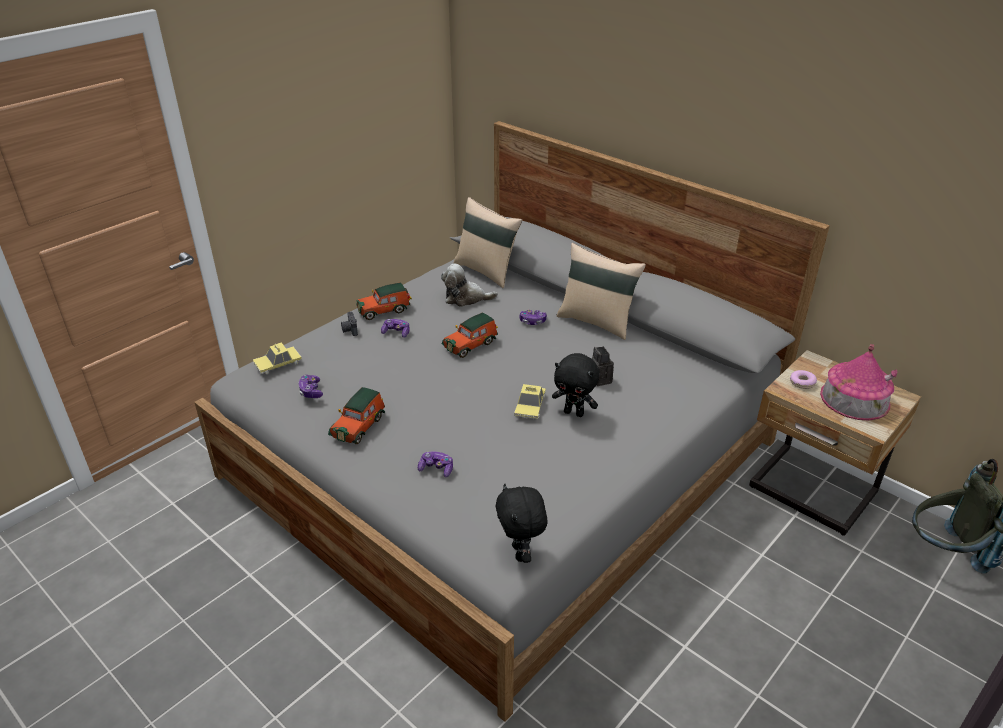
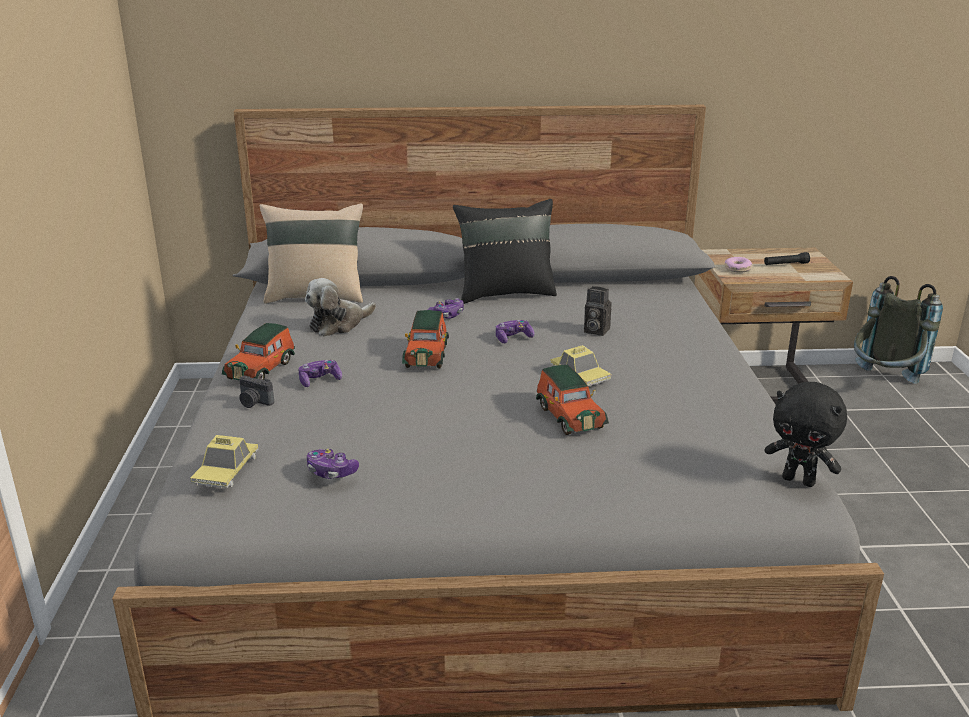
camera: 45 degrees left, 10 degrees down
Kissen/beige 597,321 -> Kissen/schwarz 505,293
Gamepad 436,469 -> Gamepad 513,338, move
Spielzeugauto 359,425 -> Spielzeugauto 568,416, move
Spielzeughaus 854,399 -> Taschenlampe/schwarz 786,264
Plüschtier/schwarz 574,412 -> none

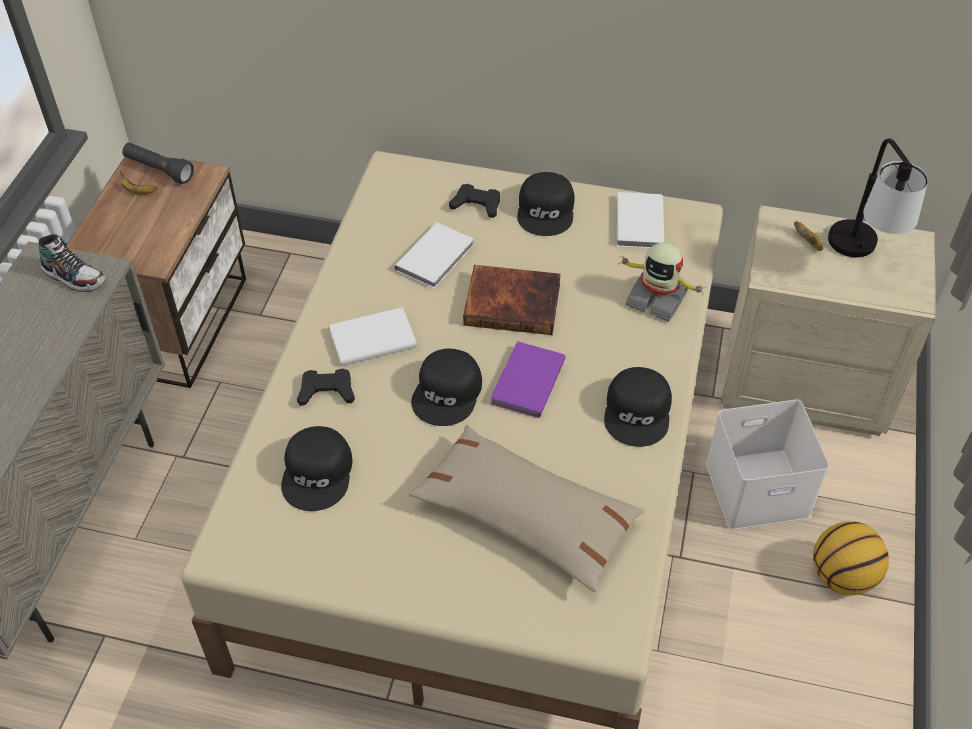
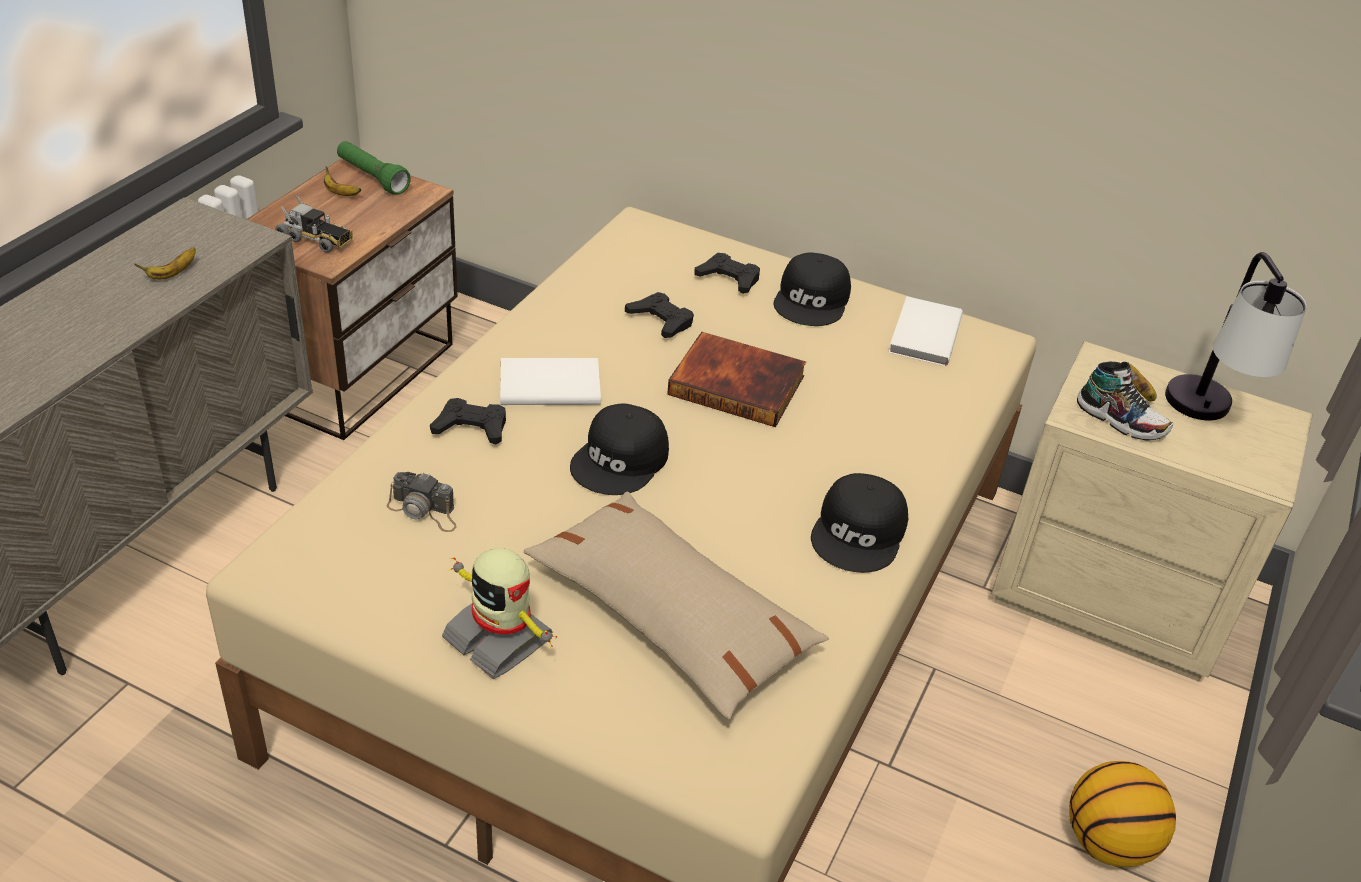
camera: 10 degrees right, 10 degrees down
none -> Banane 172,273
none -> Spielzeuglaster 316,239
Taschenlampe/schwarz 159,170 -> Taschenlampe/grün 372,178
Kappe/schwarz 318,473 -> Kamera 424,511
Spielzeugroboter 657,298 -> Spielzeugroboter 500,637, move
Buch/weiß 437,257 -> Gamepad/schwarz 661,320
Schuh 74,276 -> Schuh 1120,420, move
Buch/lila 525,382 -> none
Aufbewahrungsbox/weiß 758,487 -> none

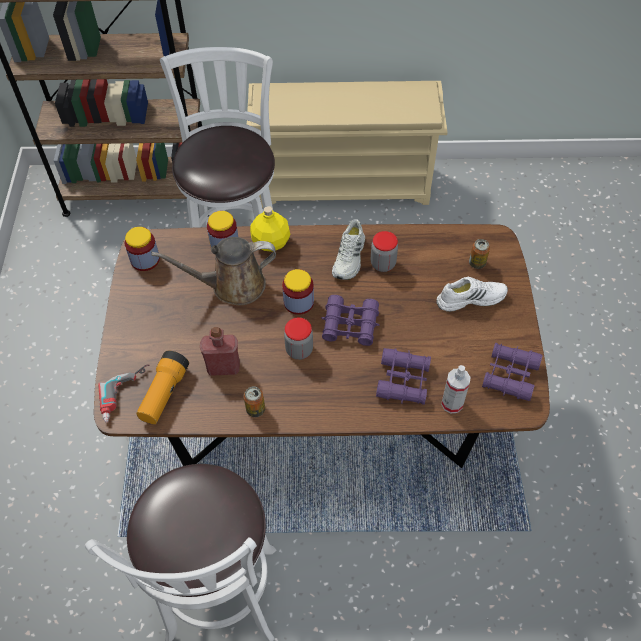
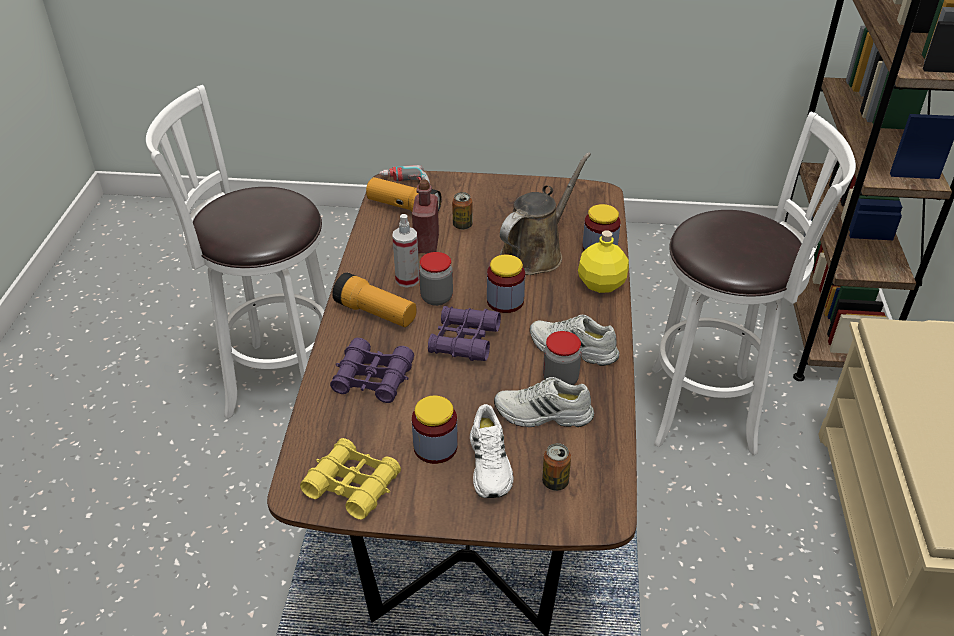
camera: 95 degrees right, 15 degrees down
Fernglas/lila 510,375 -> Fernglas/gelb 352,485
none -> Taschenlampe 376,313
Sprühflasche 452,403 -> Sprühflasche 407,279, move
Vorratsglas 145,260 -> Vorratsglas 435,447, move
Dose 255,409 -> Dose 462,225, move
none -> Schuh/weiß 543,415
Gießkanne/braun 232,286 -> Gießkanne/braun 535,253, 45 degrees clockwise

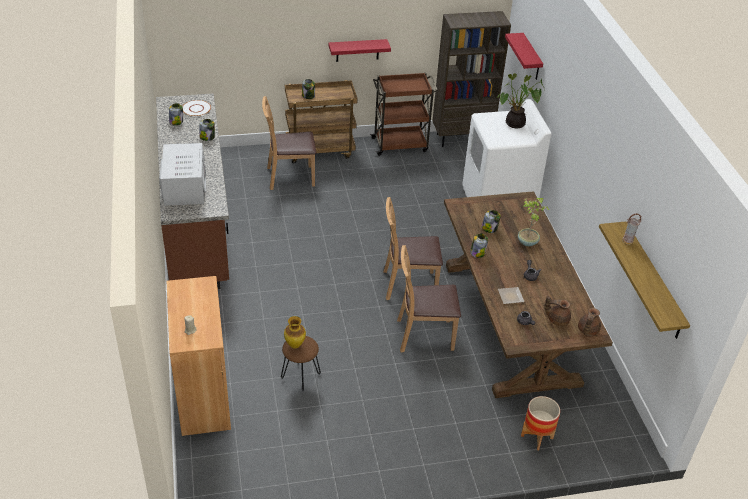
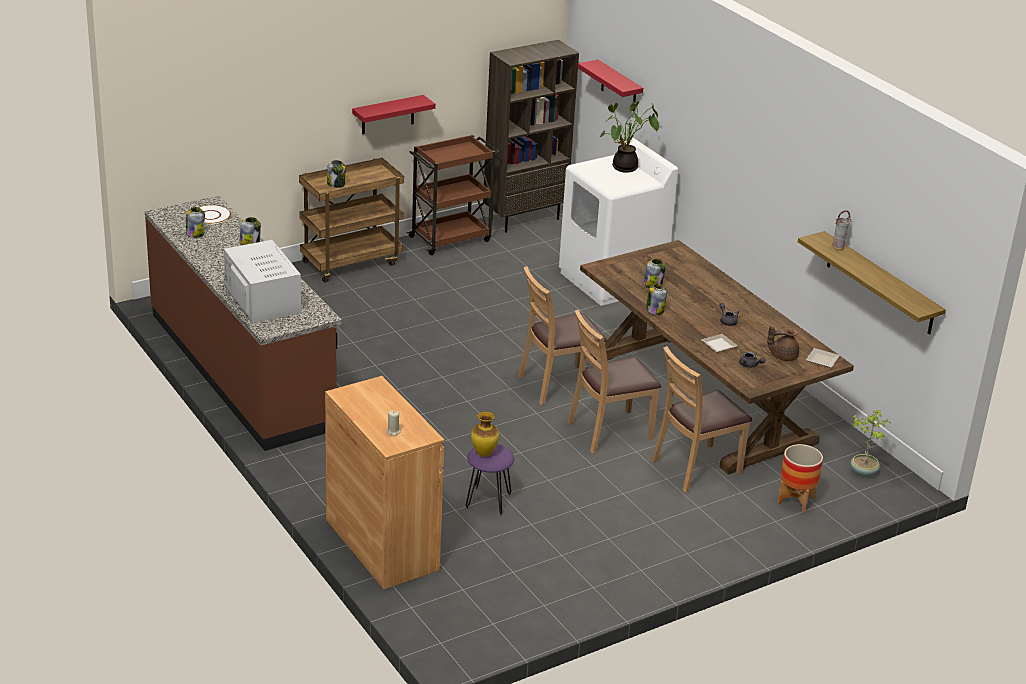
camera: 20 degrees left, 10 degrees down
Hocker/braun 300,376 -> Hocker/lila 488,501
Stuhl/braun 290,177 -> Stuhl/braun 696,468, move
Teekanne/braun 587,330 -> Teller 821,360
Topfpflanze 528,242 -> Topfpflanze 863,472, move

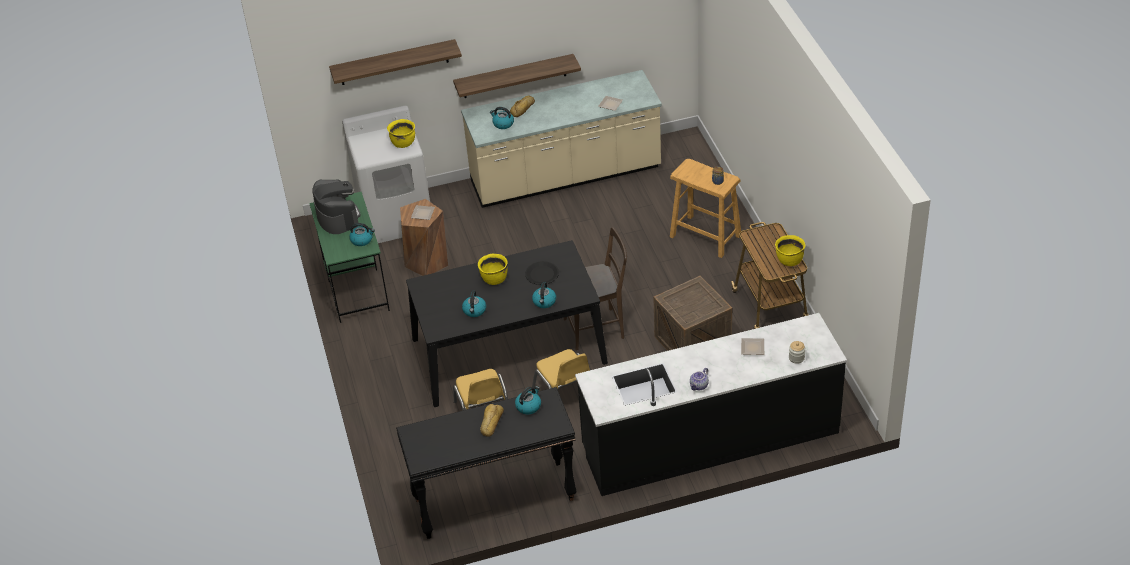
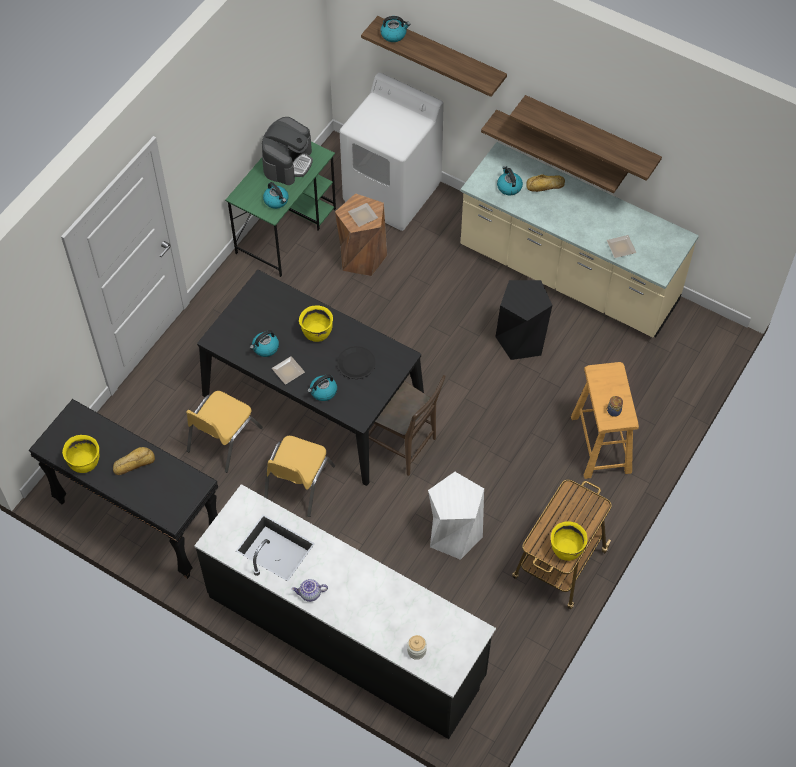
camera: 45 degrees right, 15 degrees up
Kochtopf/gelb 403,143 -> Kochtopf/gelb 85,462, move
Teller 753,348 -> Teller 288,372, move
Wasserkessel 528,406 -> Wasserkessel 394,34, move
Kiste 692,342 -> Hocker/weiß 454,534
none -> Hocker/schwarz 521,340
none -> Wandregal 591,135

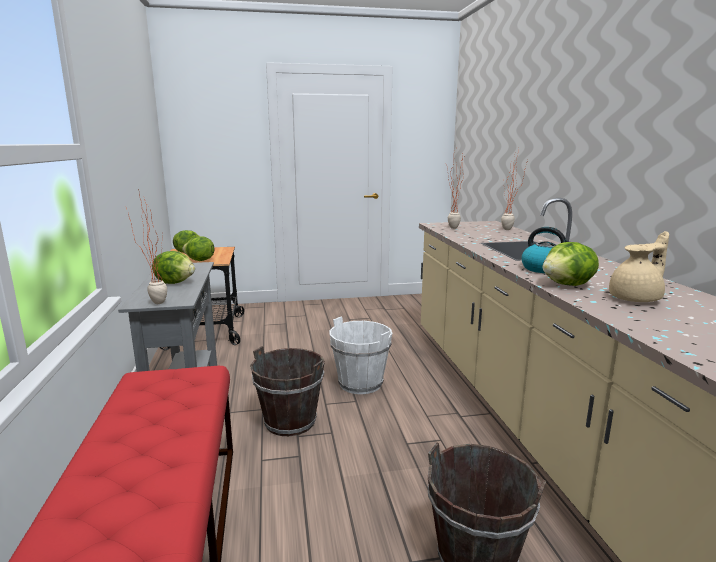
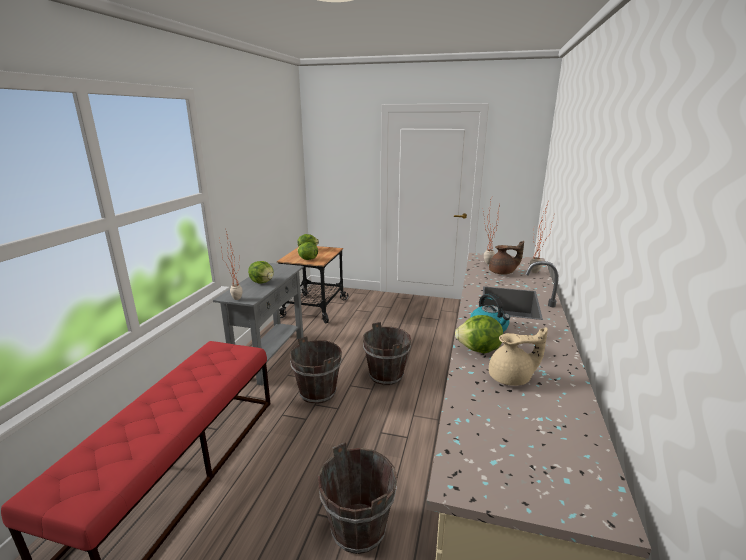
camera: 25 degrees right, 5 degrees up
Eimer/weiß 361,383 -> Eimer/braun 386,375
none -> Teekanne/braun 502,273

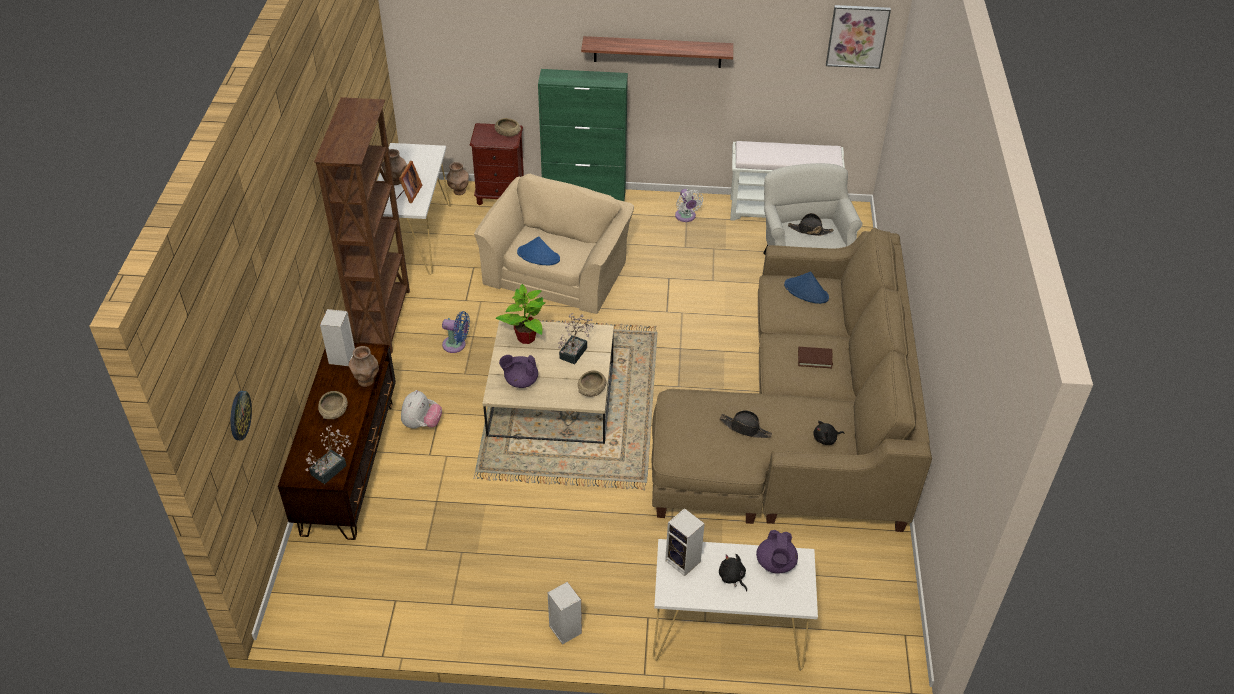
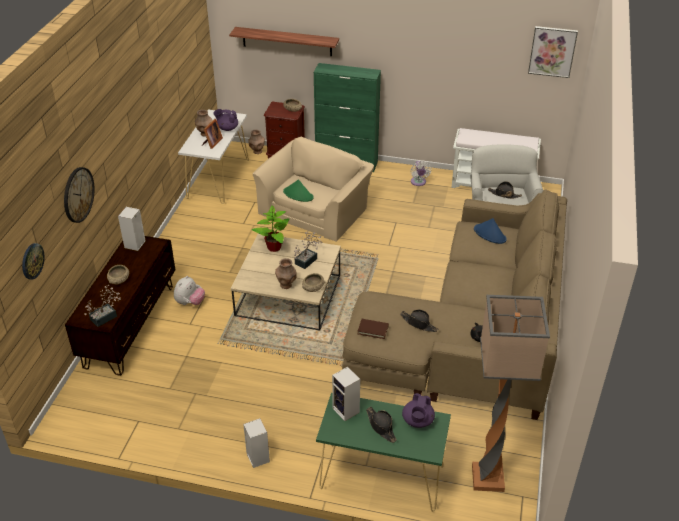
camera: 10 degrees right, 5 degrees down
none -> Wanduhr 78,194
Teekanne/lila 520,381 -> Teekanne/lila 227,128, move
Wandregal 657,52 -> Wandregal 287,41, move
Vase/braun 366,381 -> Vase/braun 286,285, move
Hut/blau 538,256 -> Hut/grün 298,195
Konsolentisch/weiß 727,634 -> Konsolentisch/grün 381,477
Buch/braun 814,359 -> Buch/braun 373,330, move
Plüschtier/schwarz 732,577 -> Hut/schwarz 381,427
none -> Stehlampe 488,477
Bücherregal/braun 383,320 -> none
Ventilator/blau 456,345 -> none

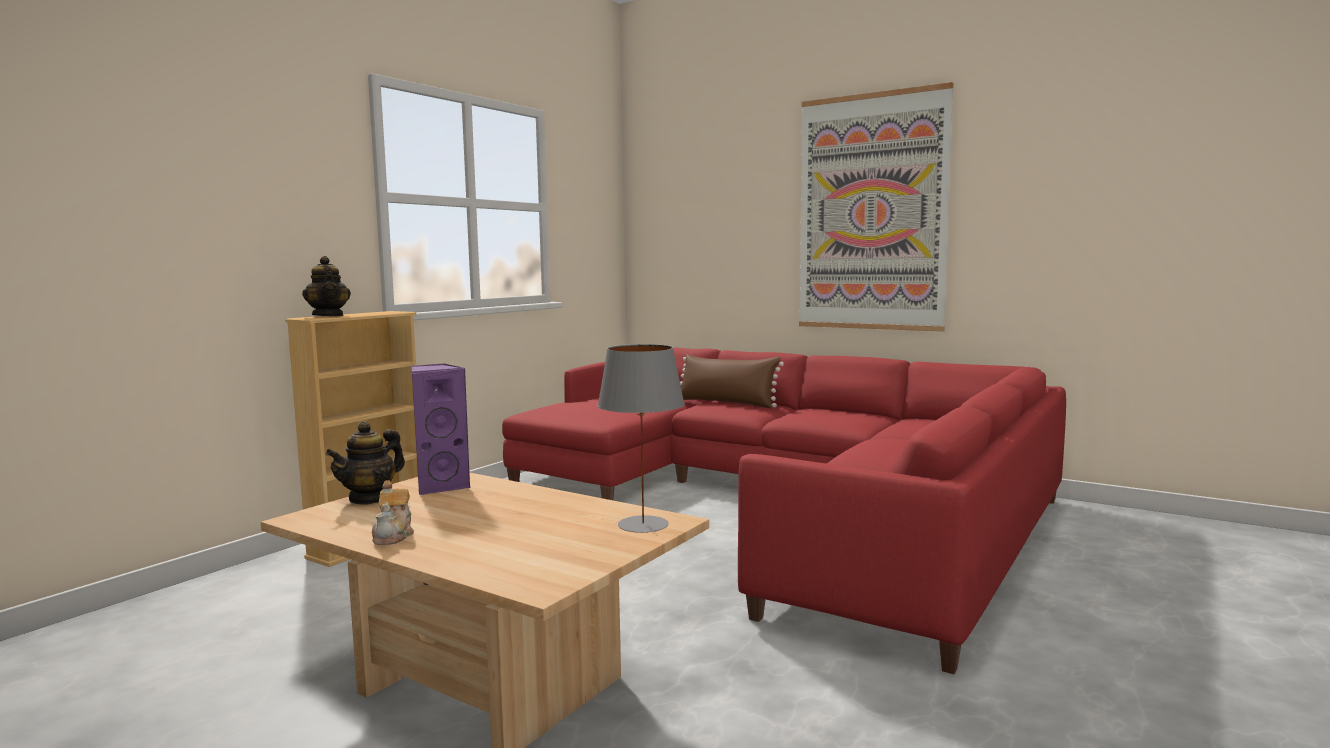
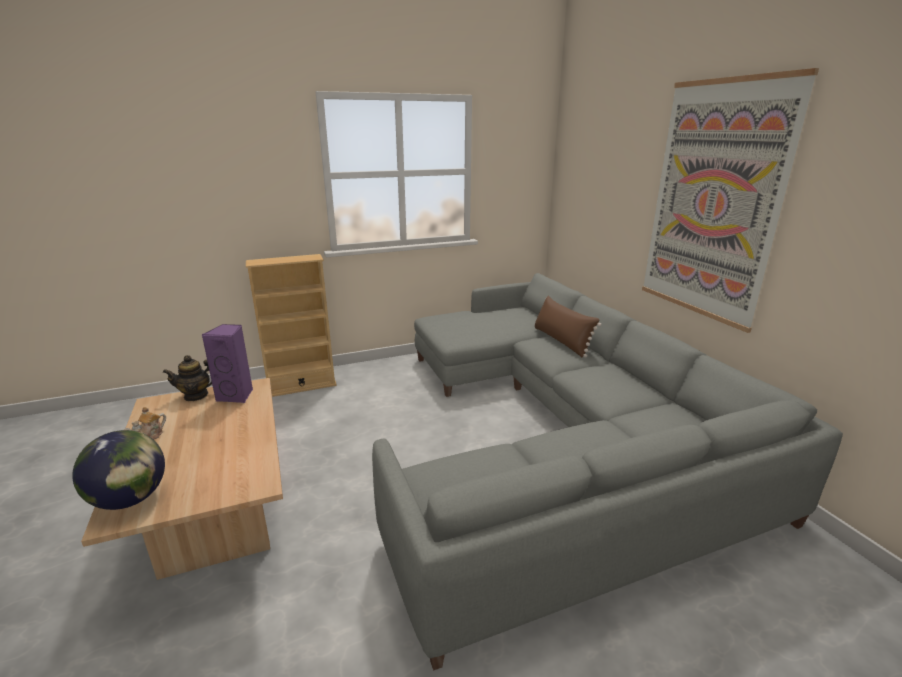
camera: 35 degrees right, 15 degrees up
none -> Globus 130,499
Sofa/rot 788,503 -> Sofa/grau 558,437
Teekanne 328,316 -> none
Tischlampe/grau 642,524 -> none

